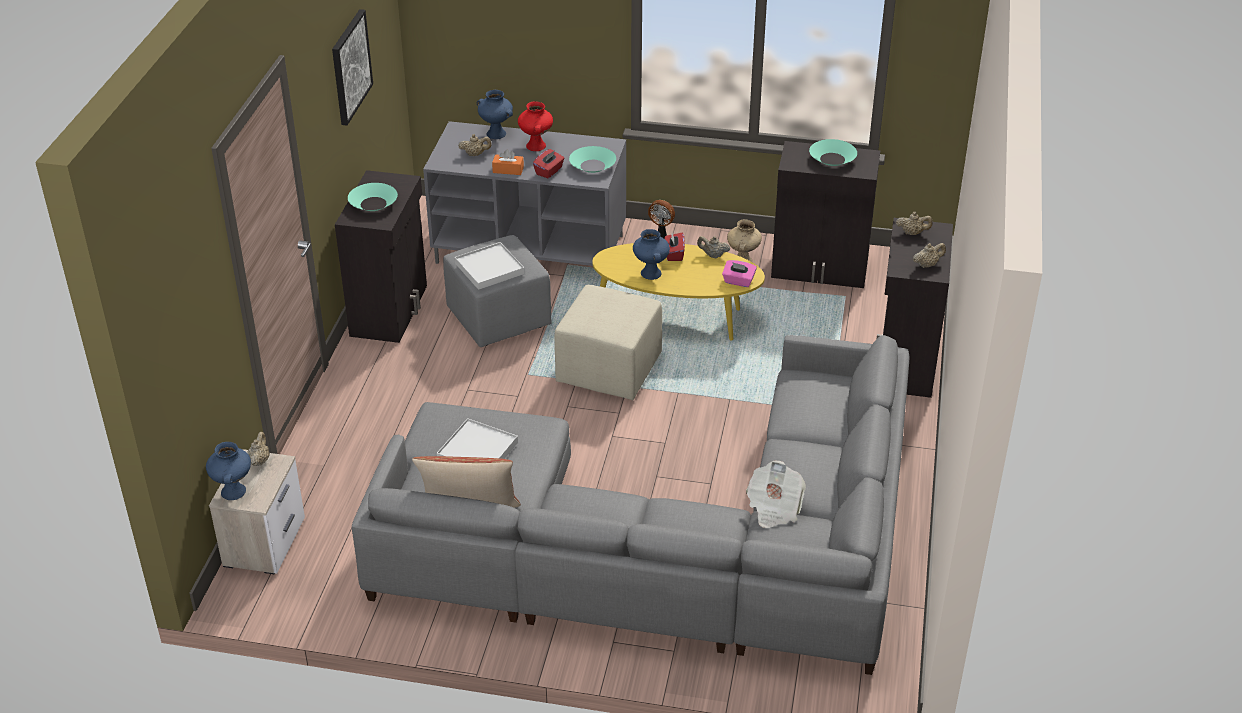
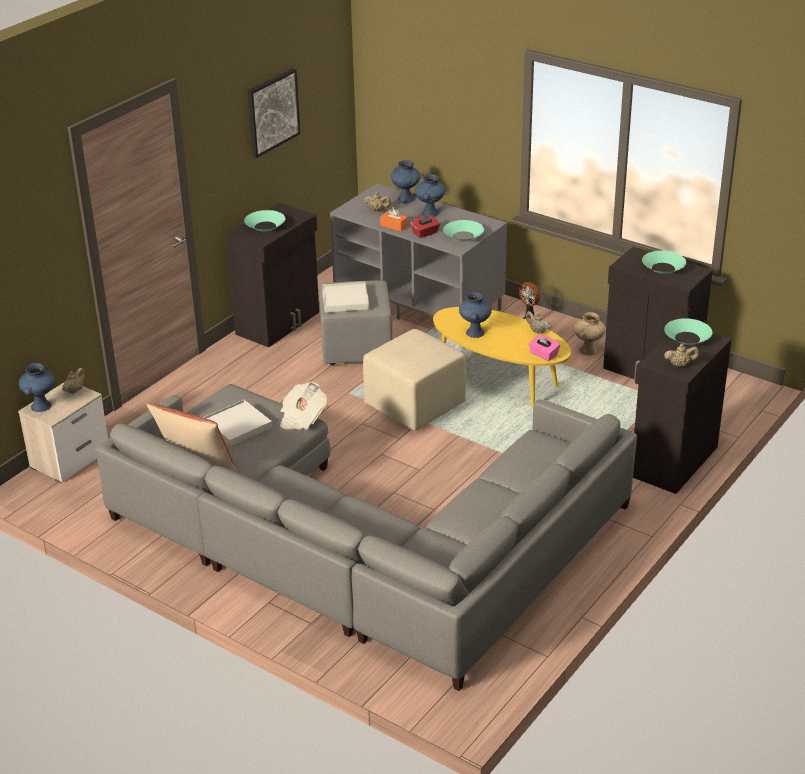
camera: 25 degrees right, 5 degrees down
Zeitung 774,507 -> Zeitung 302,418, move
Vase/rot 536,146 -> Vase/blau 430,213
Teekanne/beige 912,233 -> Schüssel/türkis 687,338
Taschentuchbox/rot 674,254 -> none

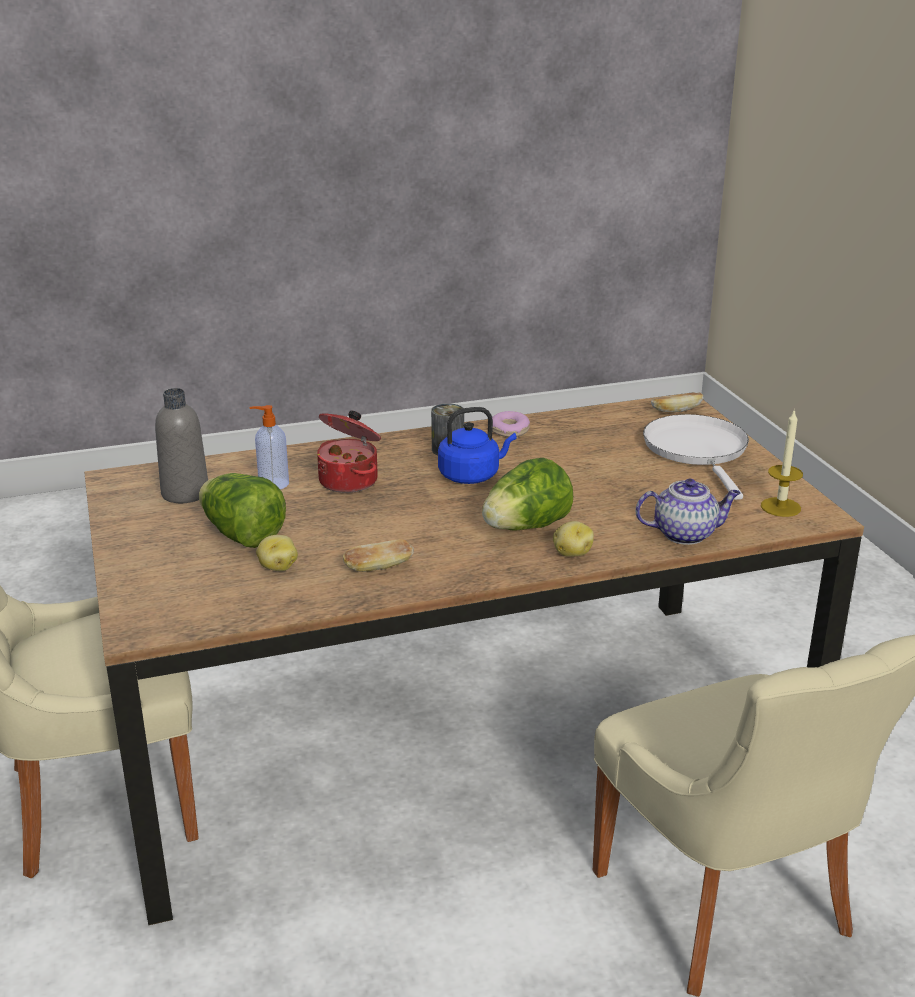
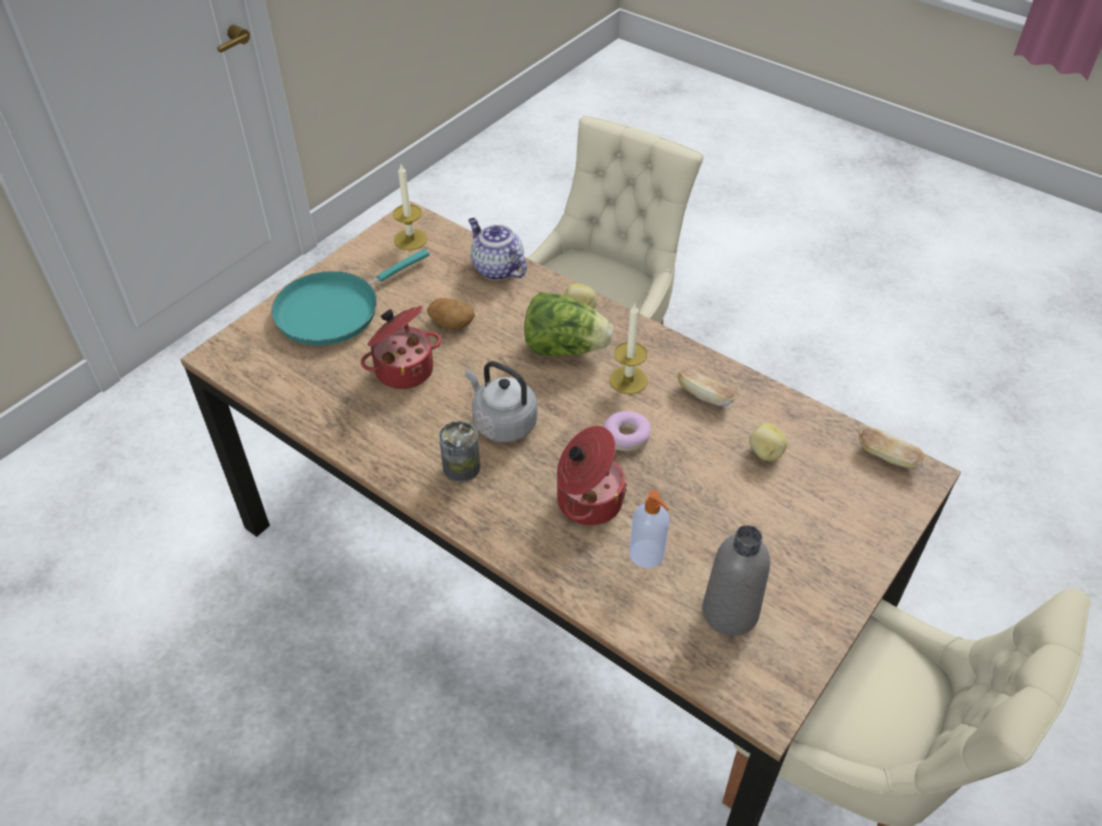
camera: 125 degrees left, 20 degrees up
Pfanne/weiß 697,451 -> Pfanne/türkis 334,310
none -> Kochtopf 403,369
none -> Kartoffel 451,323
Wasserkessel/blau 472,475 -> Wasserkessel/grau 502,422
Donut 509,431 -> Donut 626,436, move
none -> Kerze 628,380
Brot 676,411 -> Brot 887,458, move
Salatkopf 242,535 -> none

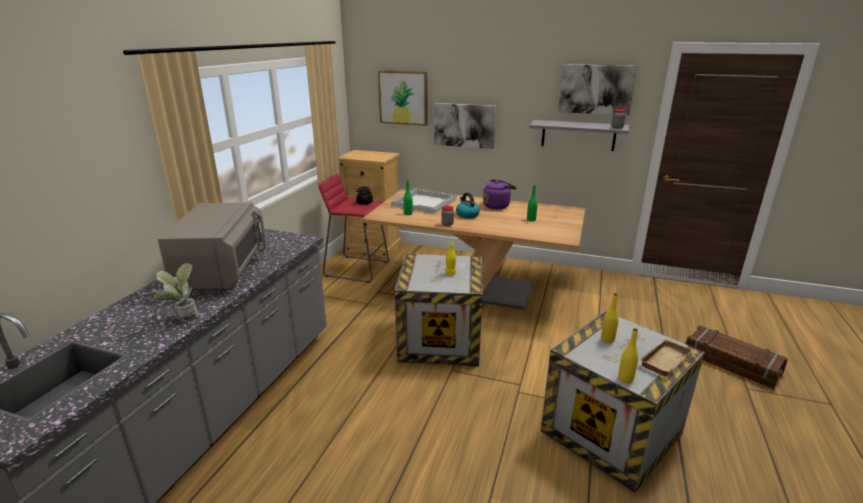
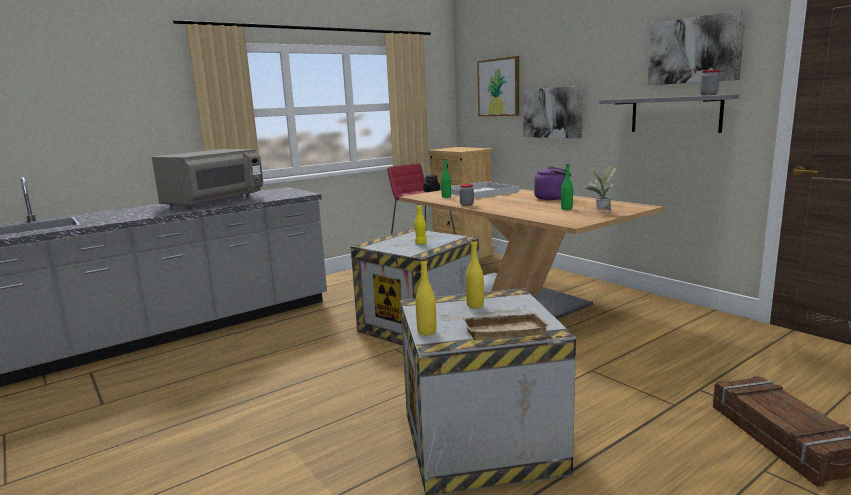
camera: 35 degrees right, 10 degrees down
Topfpflanze 184,319 -> Topfpflanze 600,211, move
Wasserkessel 467,215 -> none

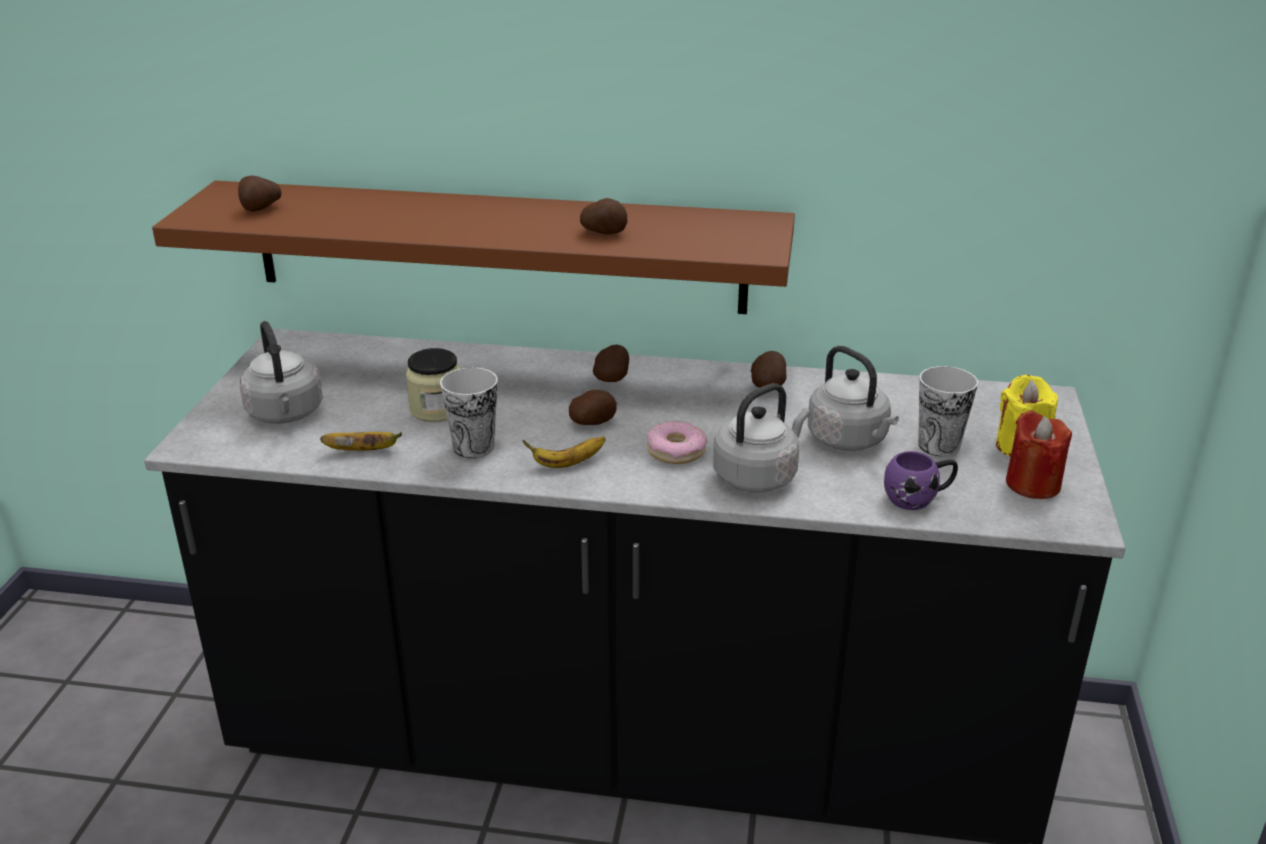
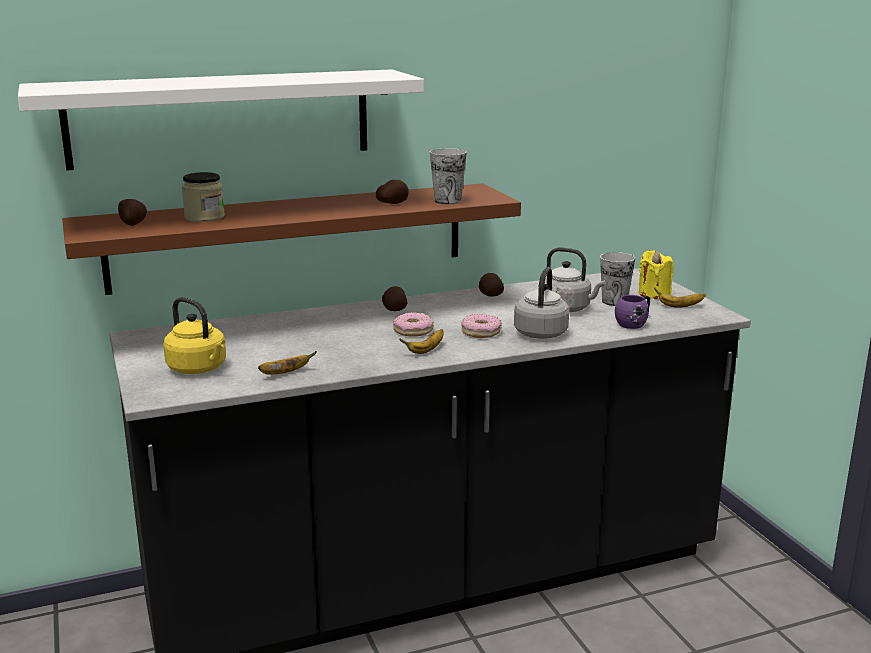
camera: 30 degrees left, 10 degrees down
none -> Wandregal/weiß 221,118
Wasserkessel/grau 286,414 -> Wasserkessel/gelb 199,369
Vorratsglas 436,409 -> Vorratsglas 204,217, move
Kartoffel 593,423 -> Donut 413,331
Tasse 473,447 -> Tasse 447,201, move
Kerze/rot 1032,484 -> Banane 679,306

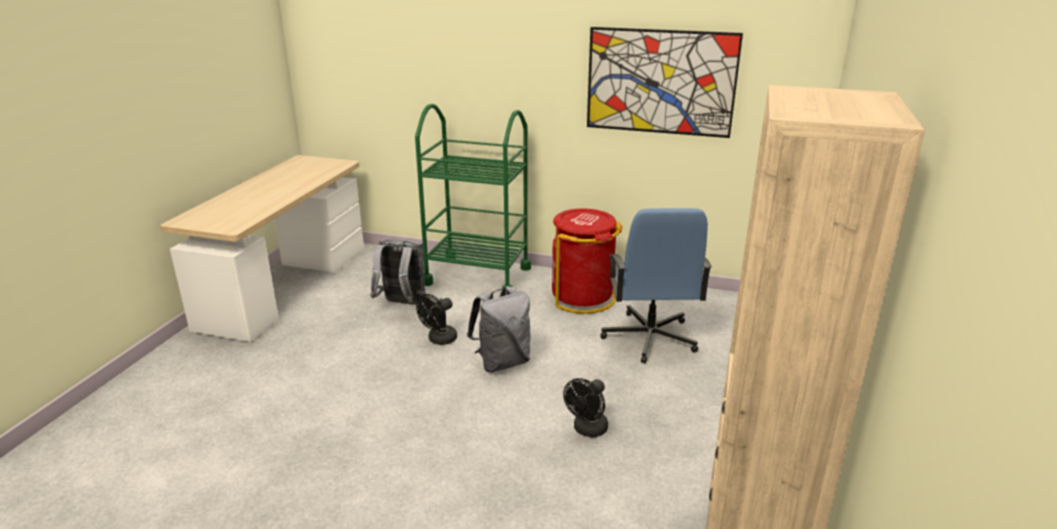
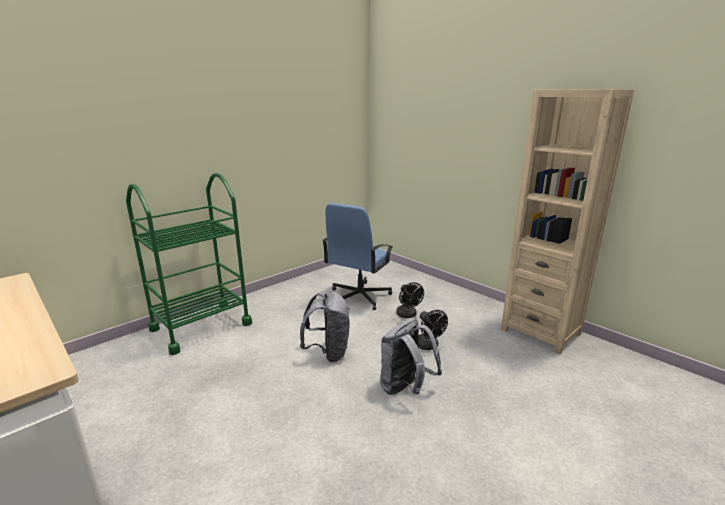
camera: 60 degrees left, 5 degrees down
Bürostuhl/blau 649,338 -> Bürostuhl/blau 359,296, 90 degrees clockwise
Rucksack/grau 402,304 -> Rucksack/grau 405,388, move
Ventilator/schwarz 439,340 -> Ventilator/schwarz 408,315, move
Mülleimer/rot 583,297 -> none
Bild 660,82 -> none

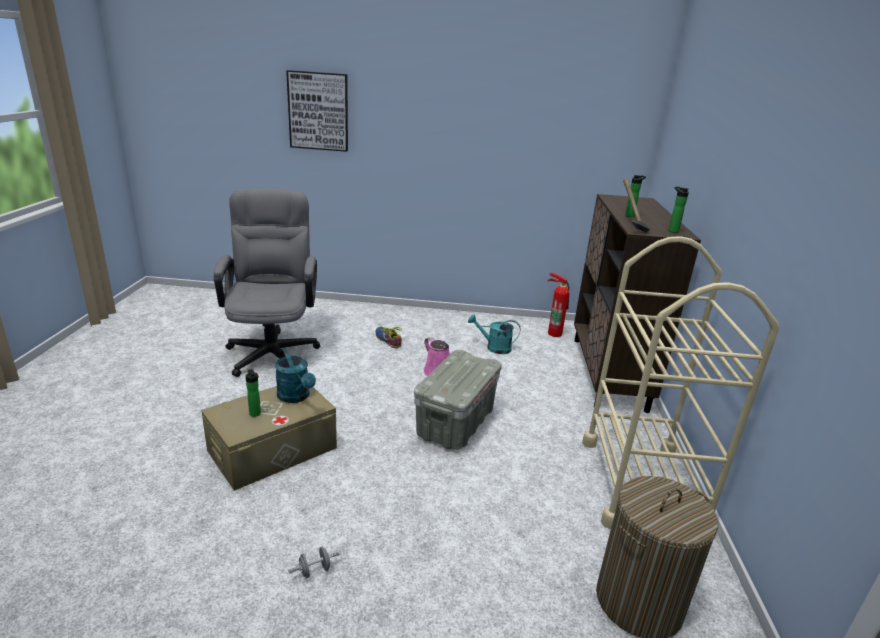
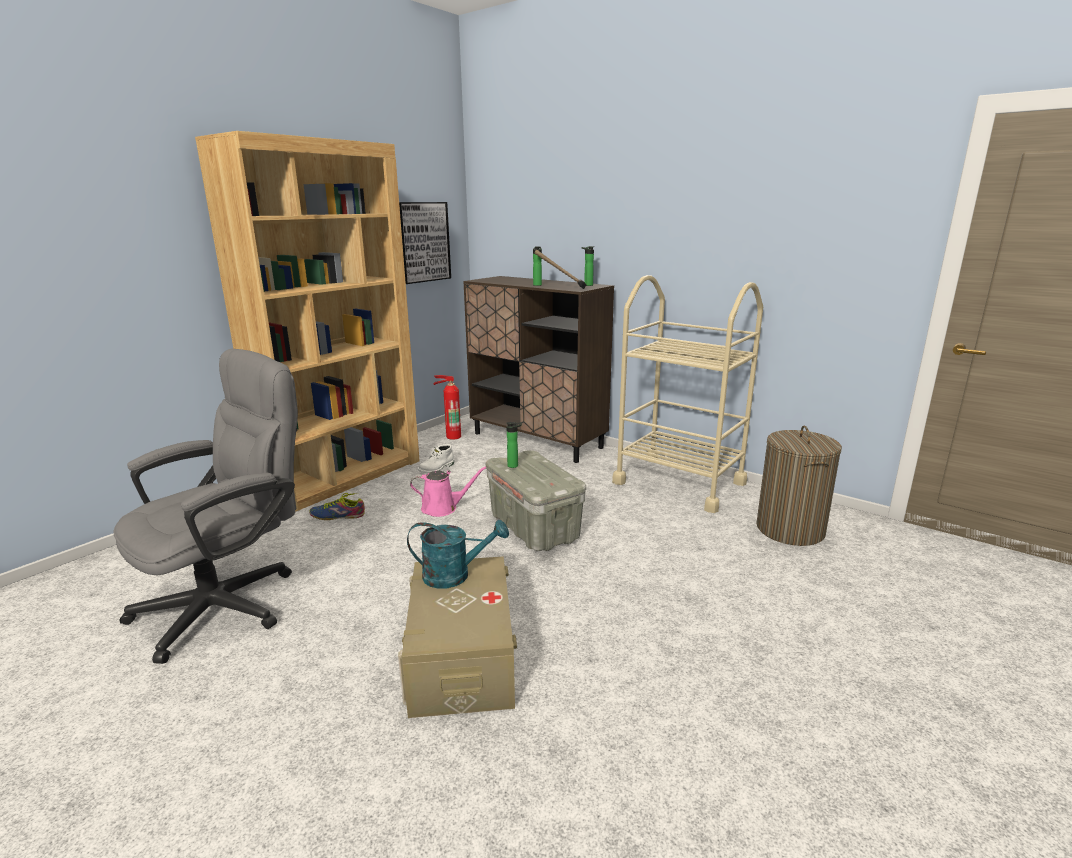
camera: 55 degrees left, 5 degrees down
Bürostuhl/grau 273,350 -> Bürostuhl/grau 231,601, 105 degrees clockwise
none -> Bücherregal/braun 344,476
Bild 318,111 -> Bild 423,242, move
Gießkanne/türkis 494,347 -> Stiefel/weiß 437,468
Flasche 255,414 -> Flasche 514,465, move
Hantel/grau 314,570 -> none

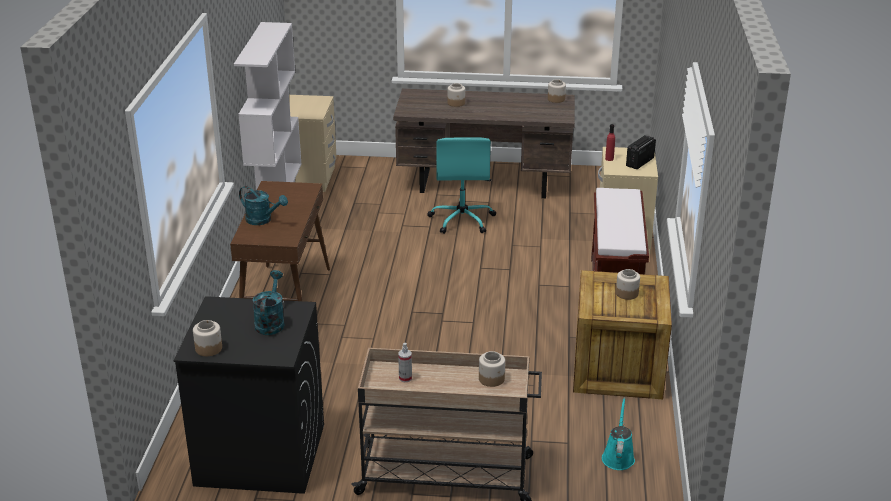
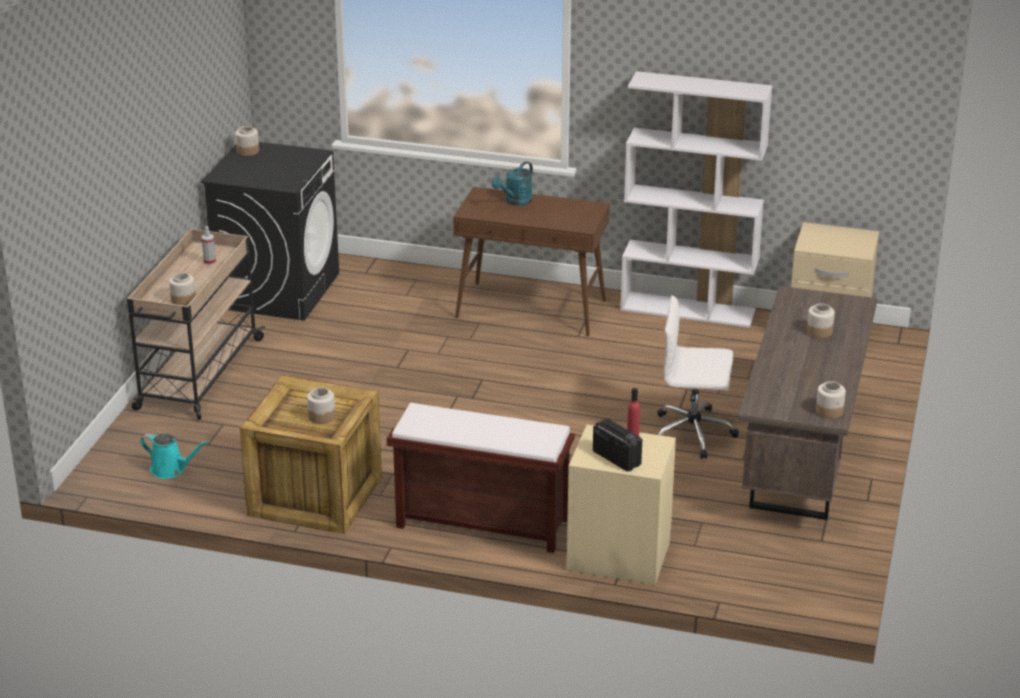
camera: 100 degrees right, 0 degrees up
Bürostuhl/türkis 462,219 -> Bürostuhl/weiß 694,433
Gießkanne/türkis 270,322 -> none

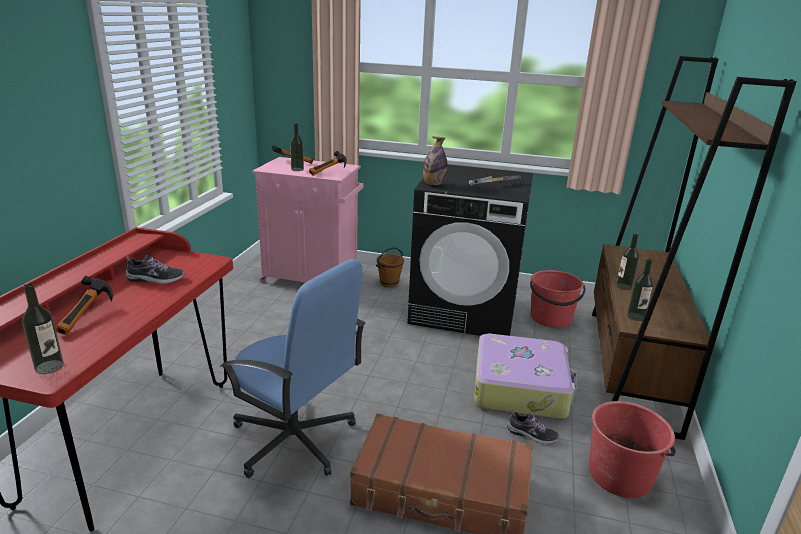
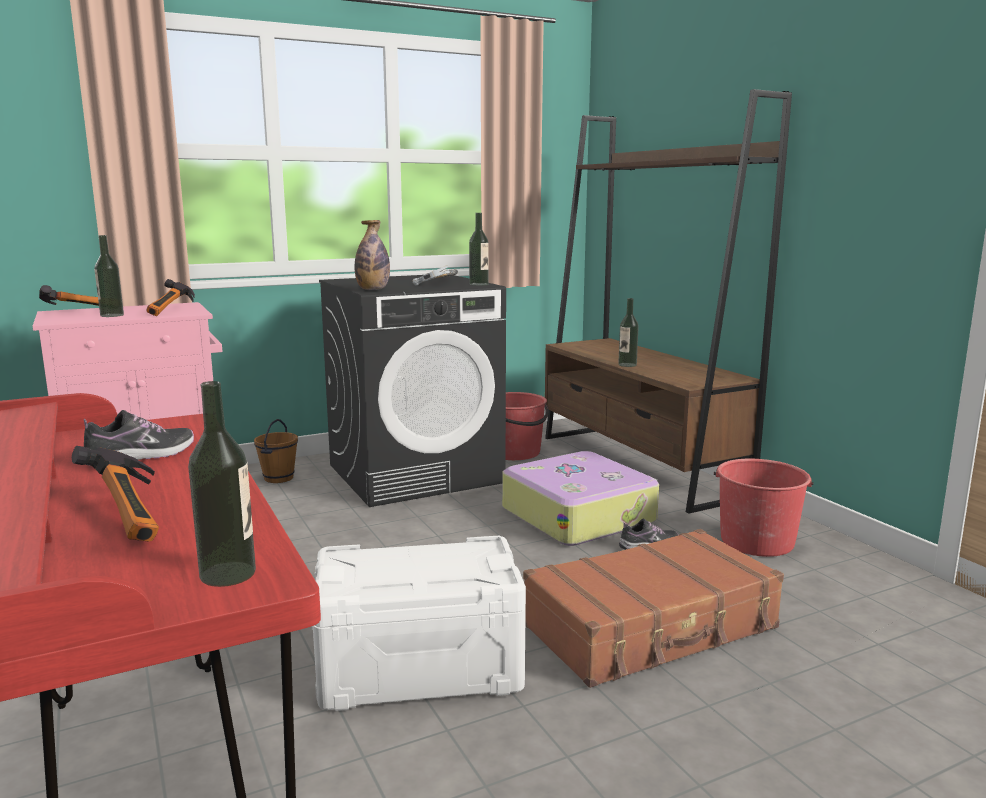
camera: 40 degrees left, 10 degrees down
Bürostuhl/blau 294,440 -> Aufbewahrungsbox/weiß 420,669
Flasche 635,316 -> Flasche 479,284, move

